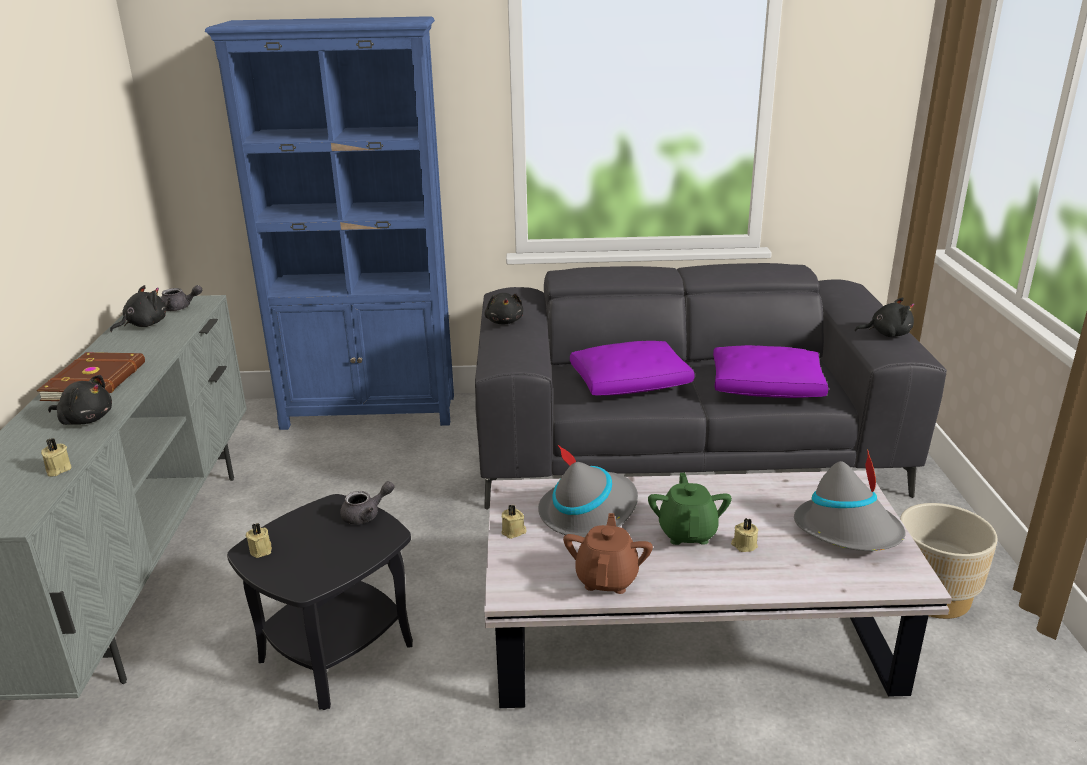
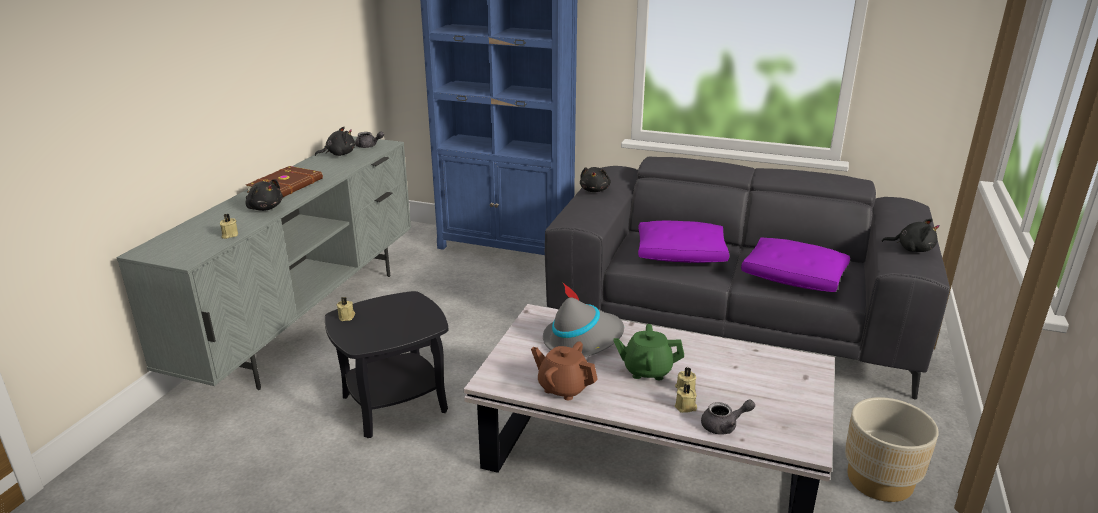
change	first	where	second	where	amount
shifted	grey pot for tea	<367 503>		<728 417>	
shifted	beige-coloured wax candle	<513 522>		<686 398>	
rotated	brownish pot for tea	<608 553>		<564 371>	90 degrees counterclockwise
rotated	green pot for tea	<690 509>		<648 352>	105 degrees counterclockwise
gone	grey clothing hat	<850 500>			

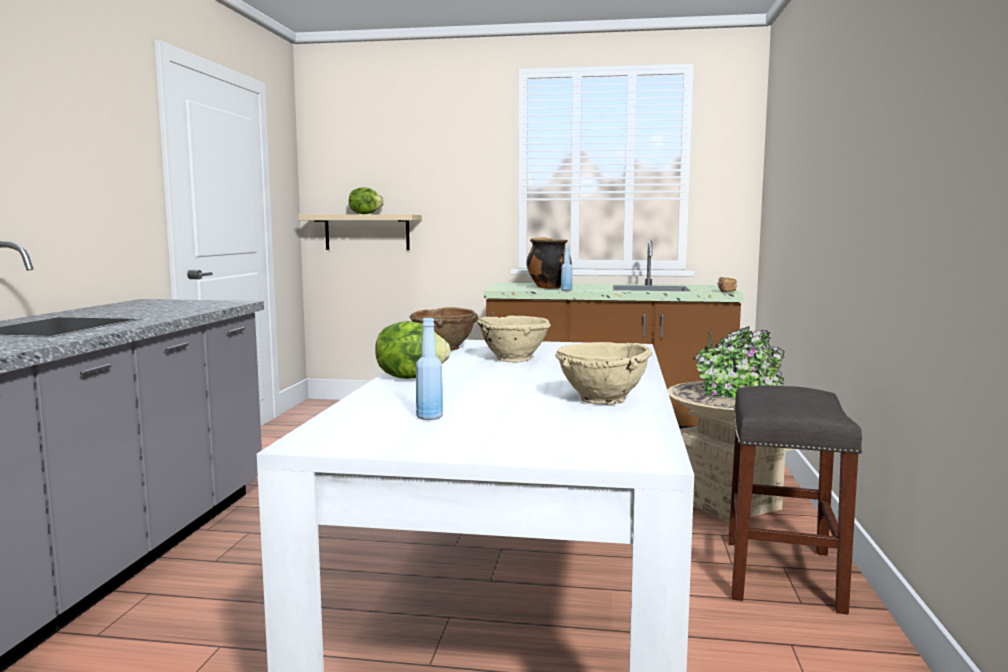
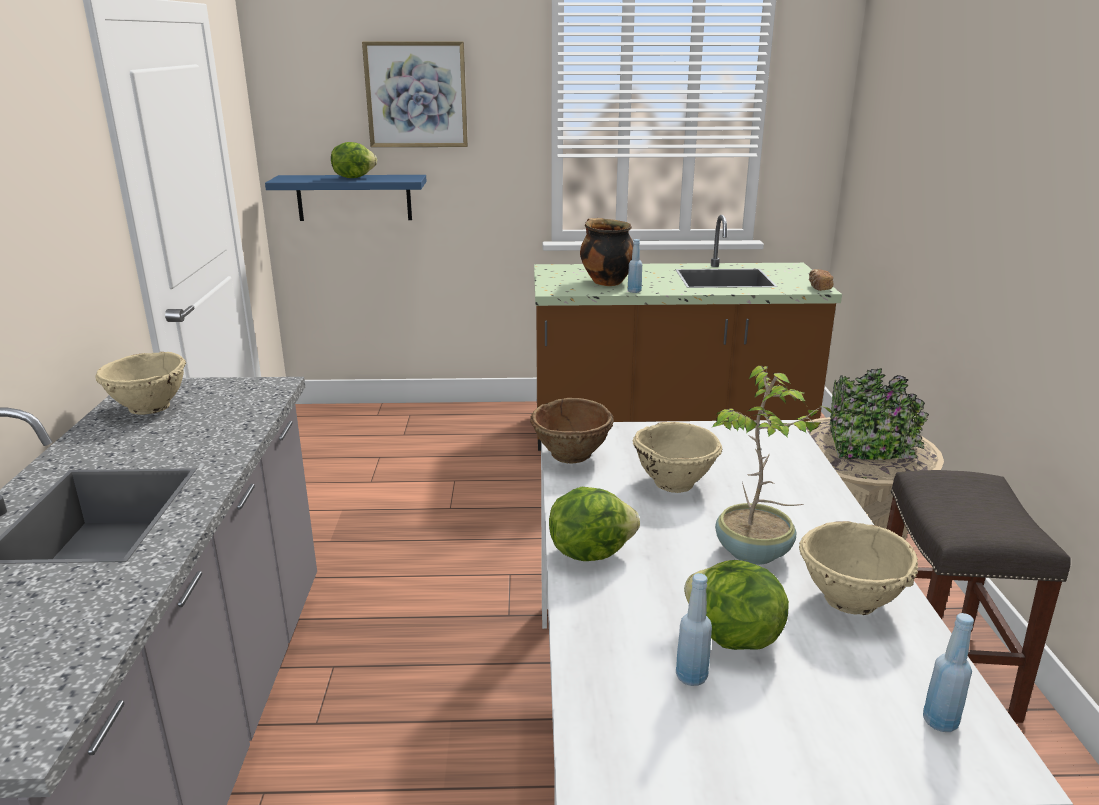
change	first	where	second	where	amount
repainted	beige-coloured wall shelf	<360 232>	blue-coloured wall shelf	<346 198>	
new			beige-coloured bowl	<140 383>	
new			wall art	<415 94>	
new			head of lettuce	<736 605>	
new			houseplant	<772 465>	
new			blue-coloured drink bottle	<948 672>	

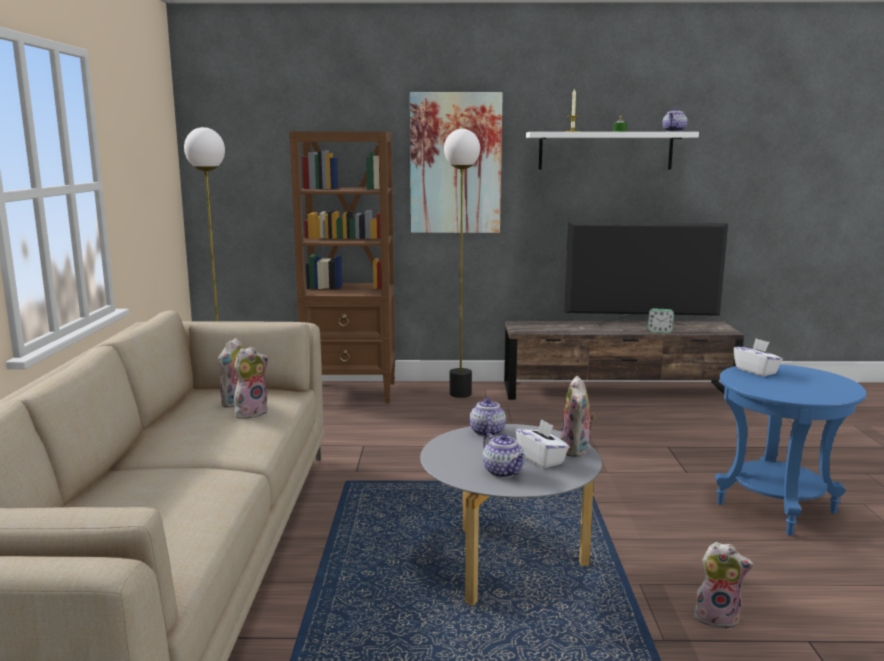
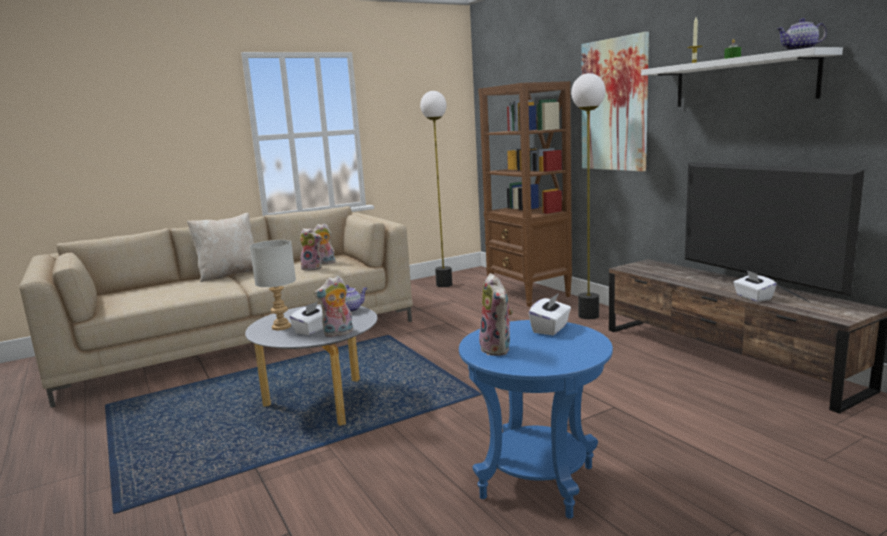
change	first	where	second	where	amount
swapped	pot for tea	<504 455>	grey tabletop lamp	<273 285>	
swapped	table clock	<661 320>	white-coloured tissue box	<755 286>	
shifted	soft toy	<724 585>		<496 314>	
new			beige-coloured throw pillow	<220 247>	

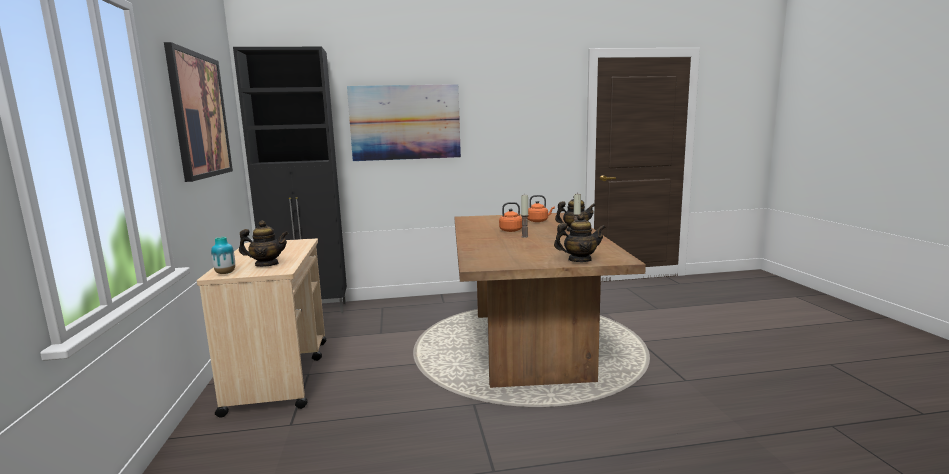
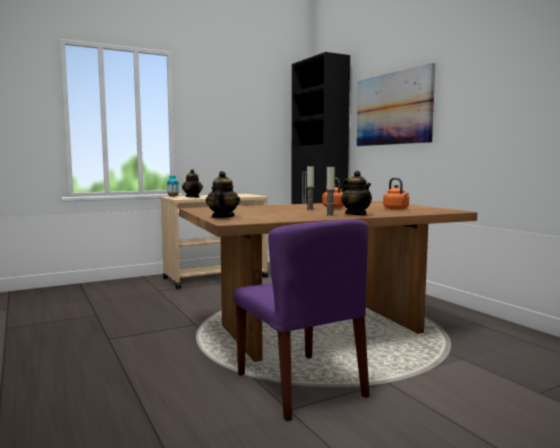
change	first	where	second	where	amount
gone	wall art	<198 112>			
rotated	pot for tea	<580 238>		<223 194>	150 degrees counterclockwise
new			purplish chair	<301 320>	

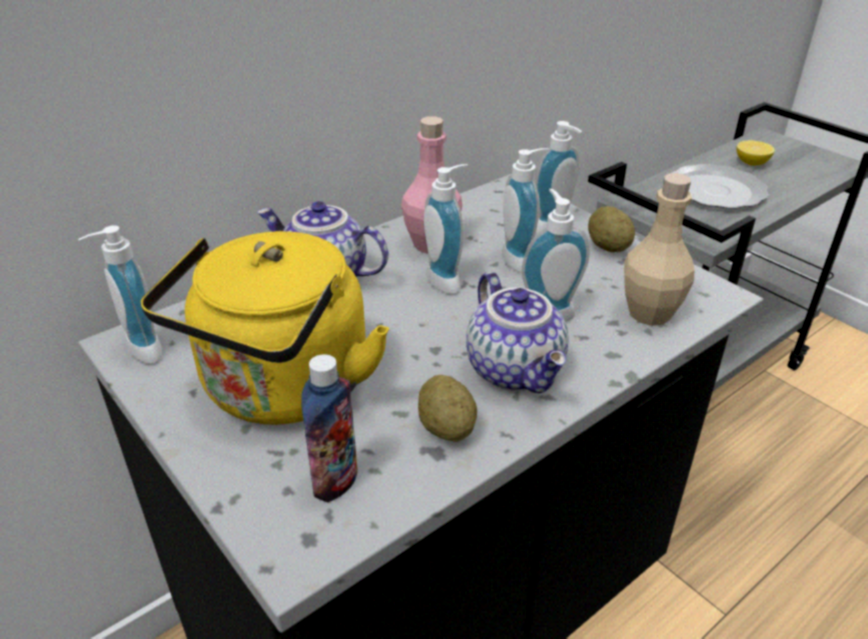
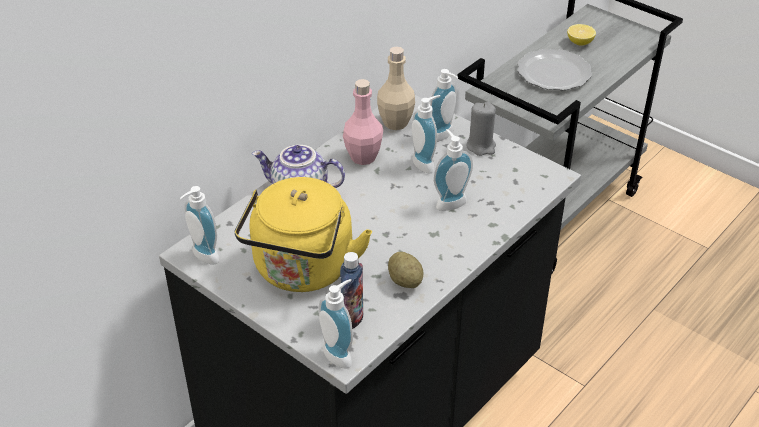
change	first	where	second	where	amount
shifted	liquid soap bottle	<446 229>		<336 323>	
gone	pot for tea	<517 332>			
swapped	potato	<611 229>	grey wax candle	<481 129>	
shifted	beige-coloured drink bottle	<659 249>		<396 88>	

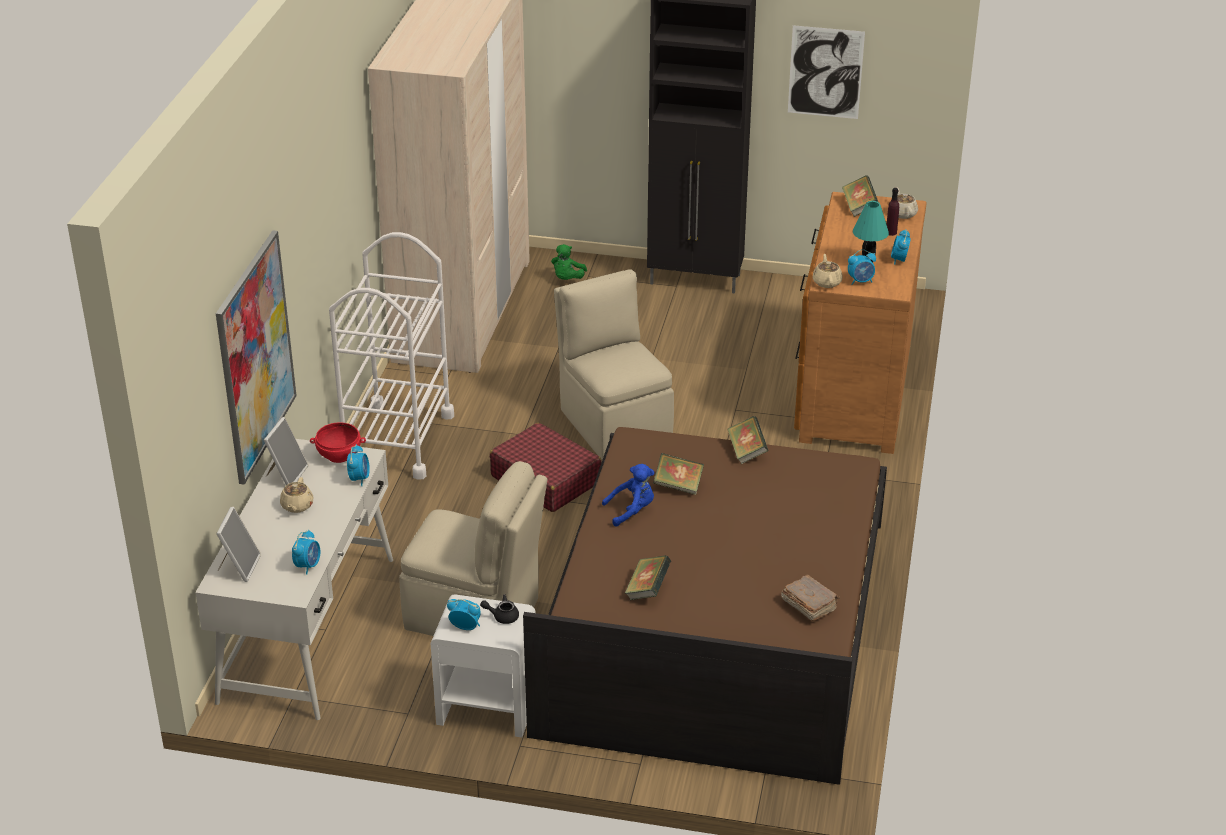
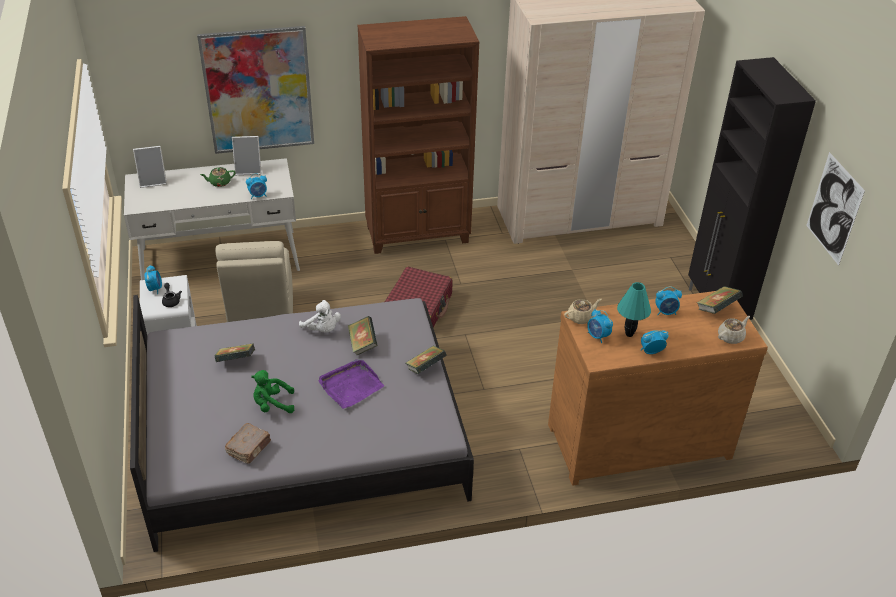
change	first	where	second	where	amount
repainted	beige-coloured pot for tea	<296 495>	green pot for tea	<218 177>	
shifted	table clock	<306 552>		<668 301>	
gone	reddish bowl	<338 442>			
swapped	white-coloured cart	<391 356>	brownish bookshelf	<418 135>	
repainted	brownish sleeping bed	<705 606>	grey sleeping bed	<302 423>	
shifted	green soft toy	<569 262>		<272 391>	
gone	beige-coloured chair	<614 364>			
repainted	blue-coloured soft toy	<628 495>	white-coloured soft toy	<320 316>	
gone	purplish drink bottle	<893 212>			
new			purplish serving tray	<351 384>	

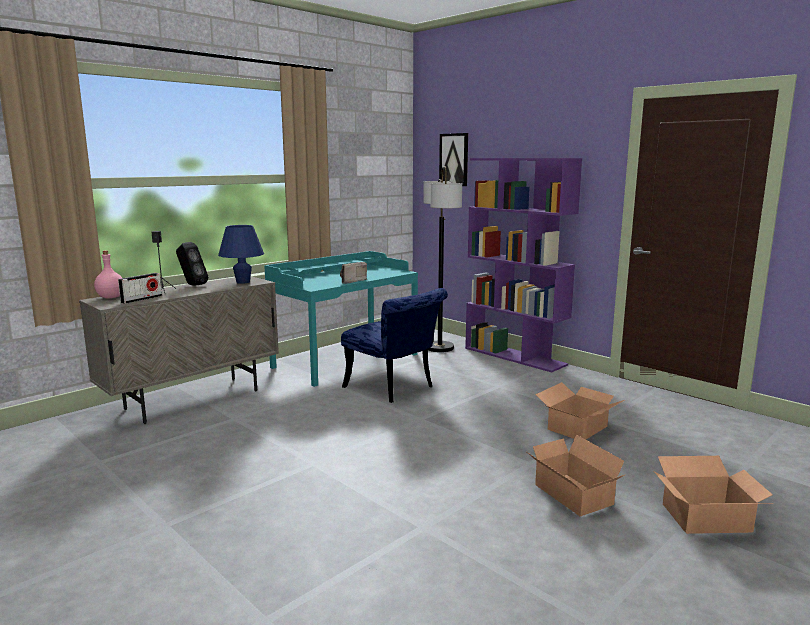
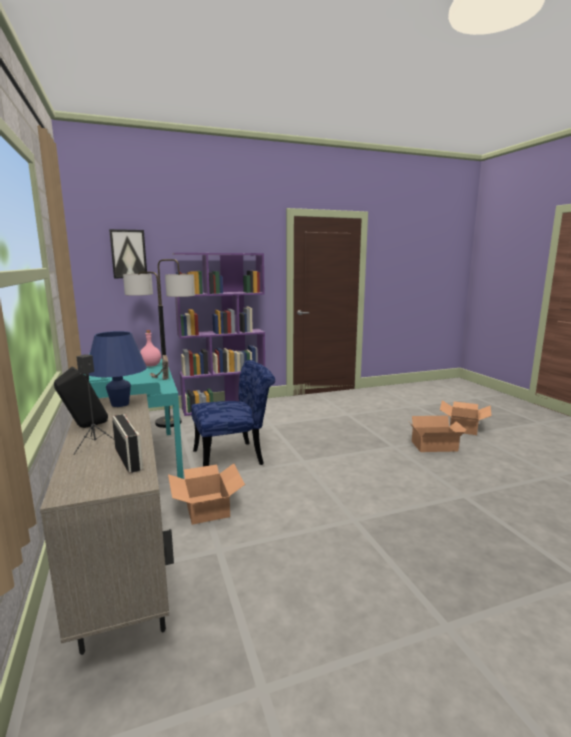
change	first	where	second	where	amount
shifted	pink drink bottle	<108 274>		<150 348>	
shifted	packing box	<579 411>		<206 494>	

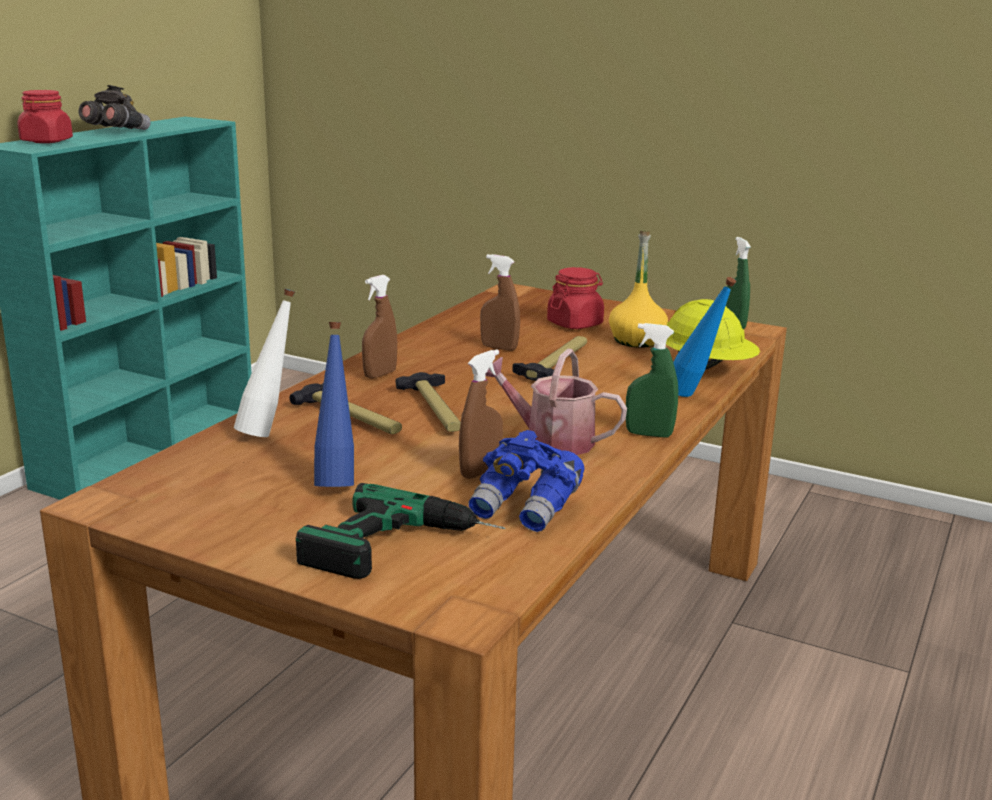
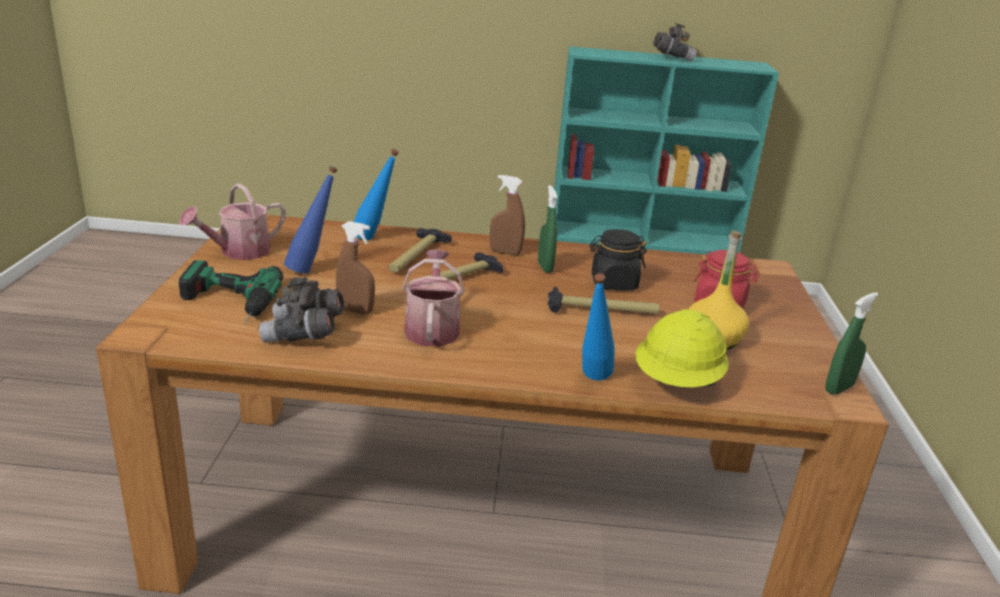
change	first	where	second	where	amount
gone	reddish storage jar	<45 116>			
repainted	white-coloured drink bottle	<264 363>	blue-coloured drink bottle	<376 194>	
repainted	blue-coloured field glasses	<526 481>	grey field glasses	<301 310>	
swapped	brownish hand sprayer	<500 302>	blackish storage jar	<618 260>	
shifted	green hand sprayer	<652 380>		<548 229>	
new			watering can	<232 221>	

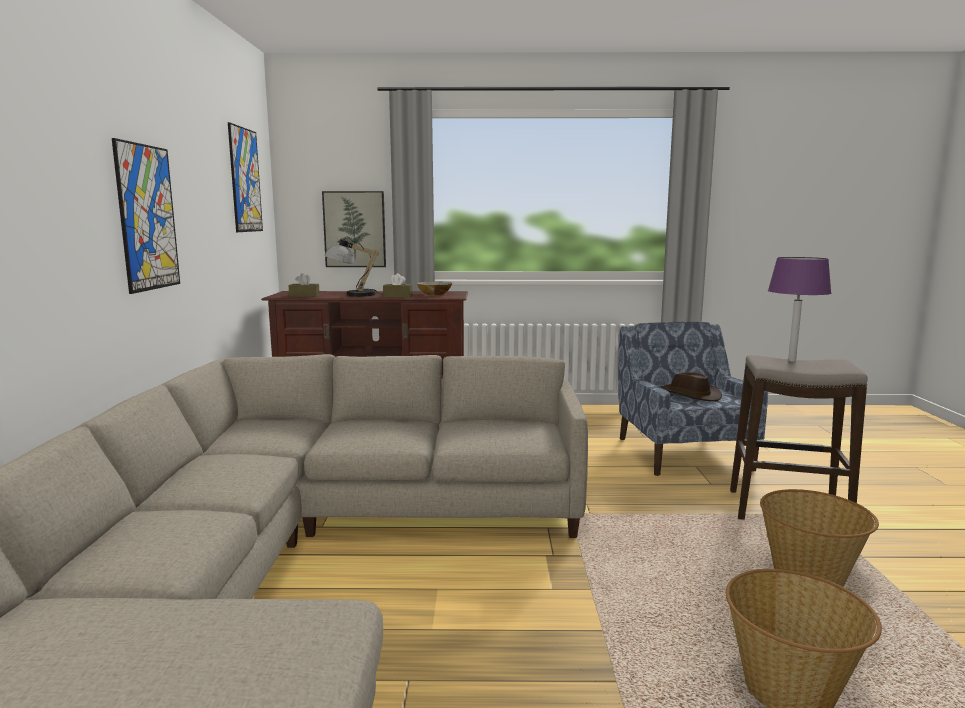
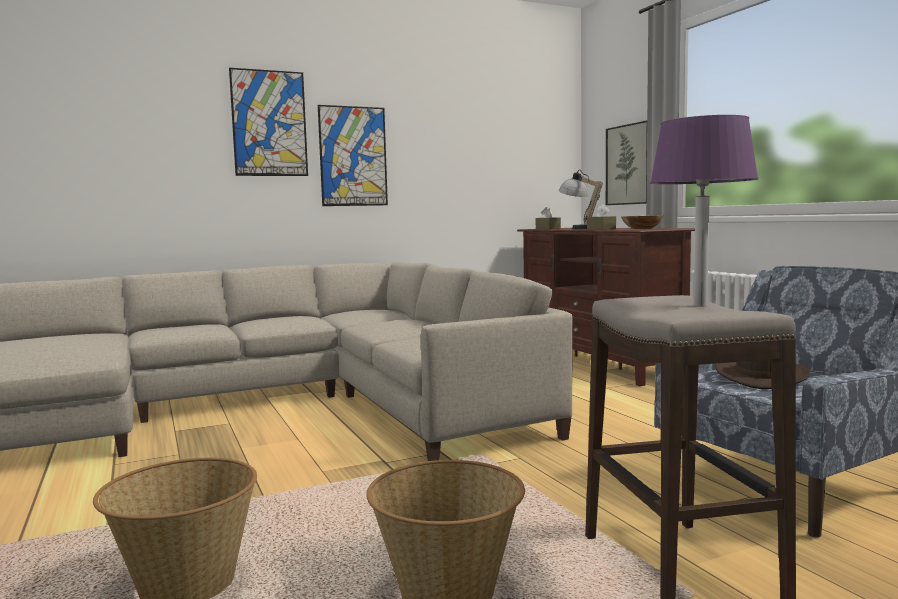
change	first	where	second	where	amount
shifted	wall art	<245 177>		<268 122>	

